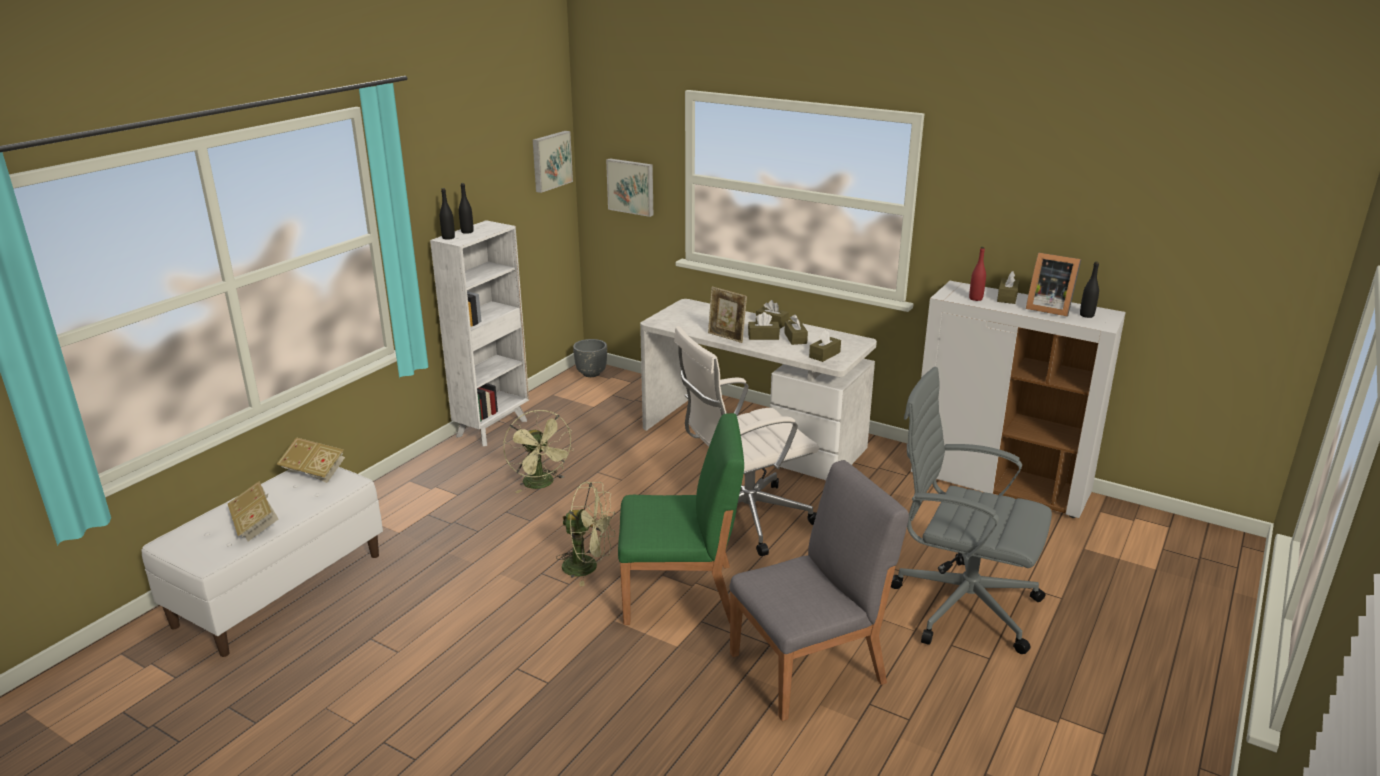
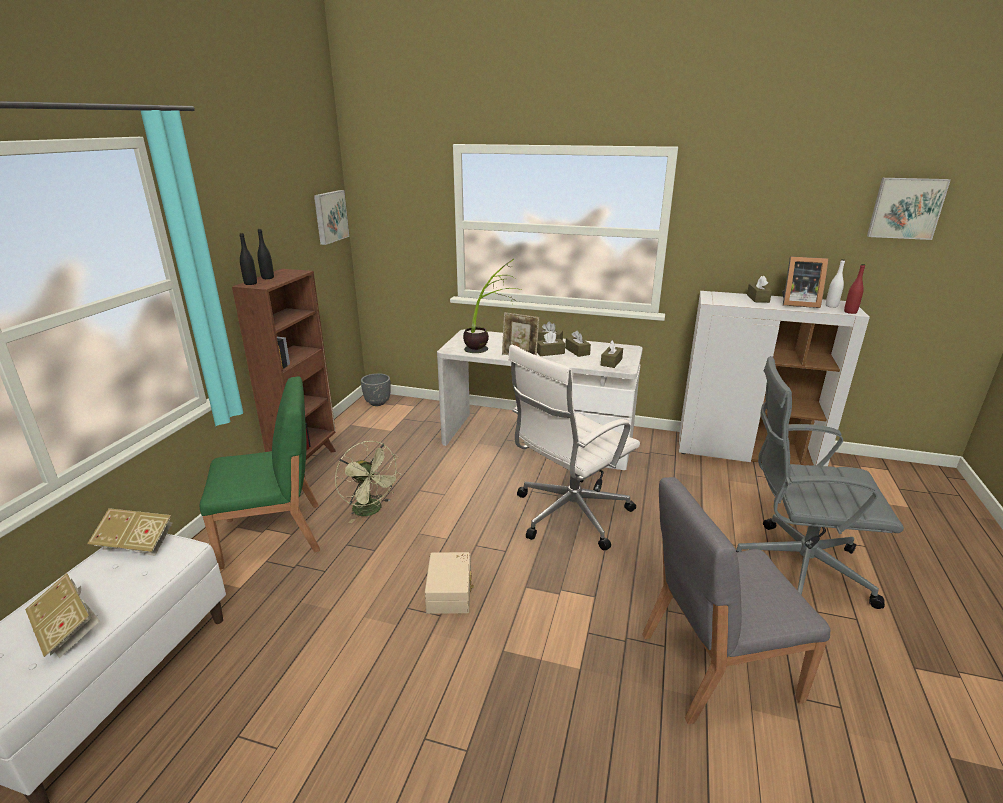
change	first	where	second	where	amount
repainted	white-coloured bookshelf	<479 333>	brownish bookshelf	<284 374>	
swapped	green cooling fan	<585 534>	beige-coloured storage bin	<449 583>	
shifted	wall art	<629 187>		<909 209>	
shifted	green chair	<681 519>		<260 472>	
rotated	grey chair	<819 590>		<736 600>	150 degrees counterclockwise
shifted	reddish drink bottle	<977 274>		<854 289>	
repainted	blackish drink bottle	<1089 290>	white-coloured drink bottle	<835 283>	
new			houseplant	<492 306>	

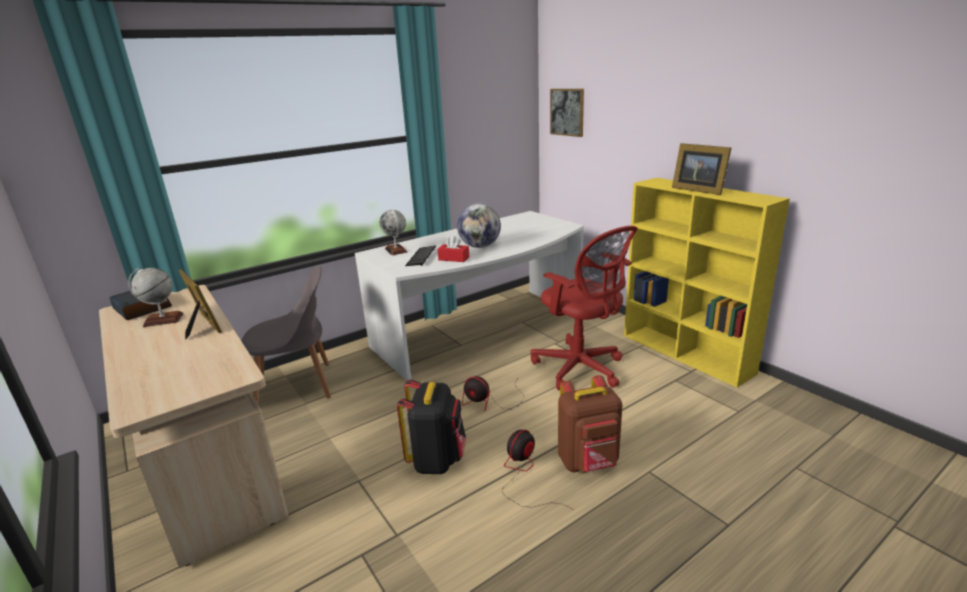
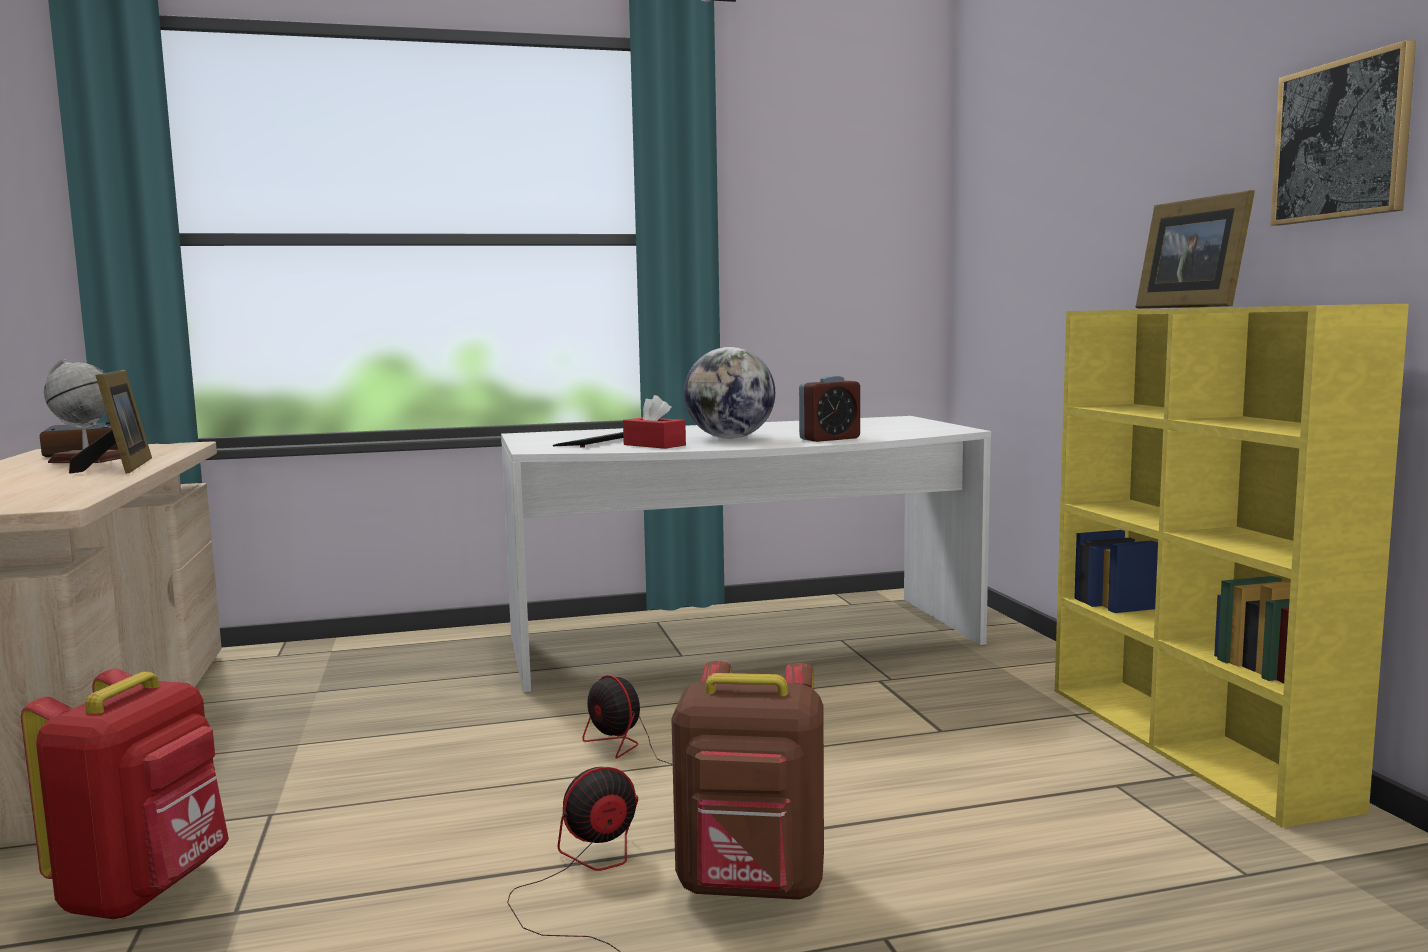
change	first	where	second	where	amount
gone	grey chair	<286 335>			
gone	globe	<393 232>			
gone	blackish rucksack	<431 427>			
gone	reddish office chair	<584 308>			
shifted	wall art	<567 113>		<1343 133>	
new			reddish rucksack	<125 794>	
new			table clock	<829 408>	

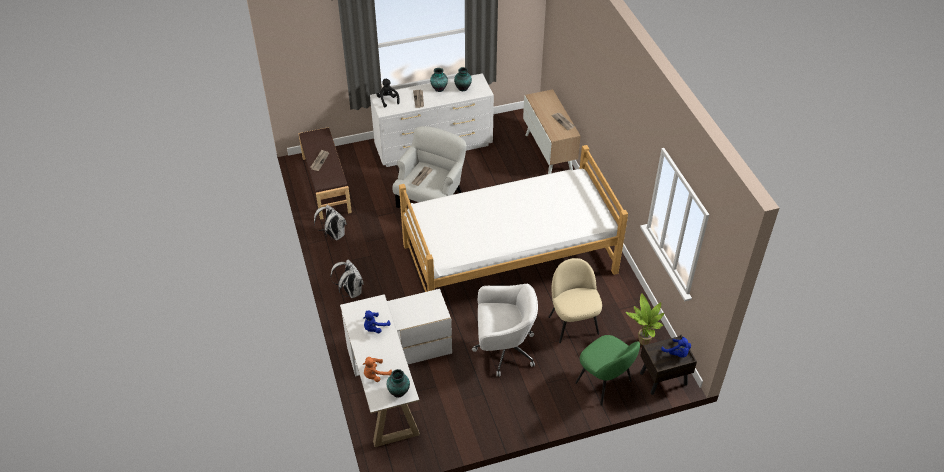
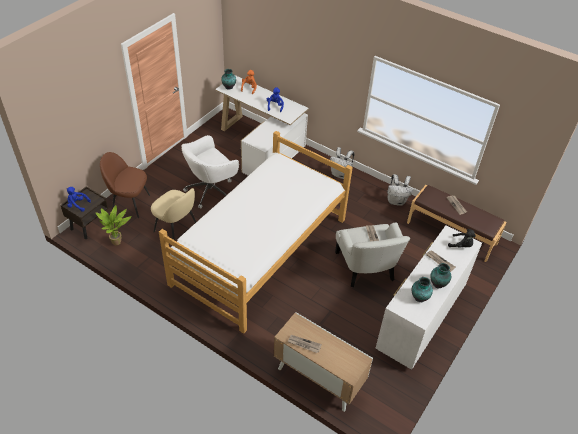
change	first	where	second	where	amount
repainted	green chair	<607 370>	brownish chair	<125 185>	

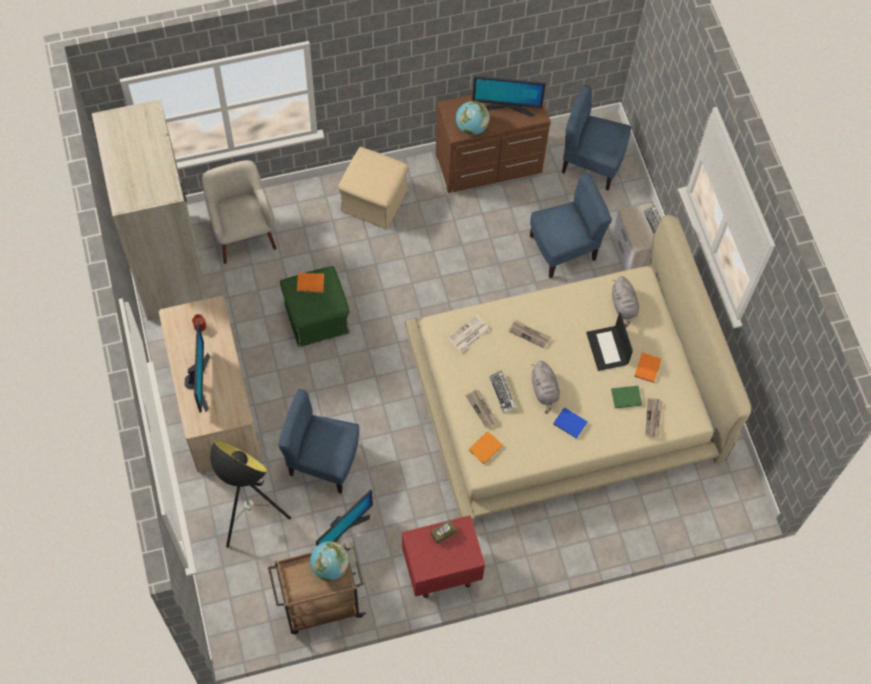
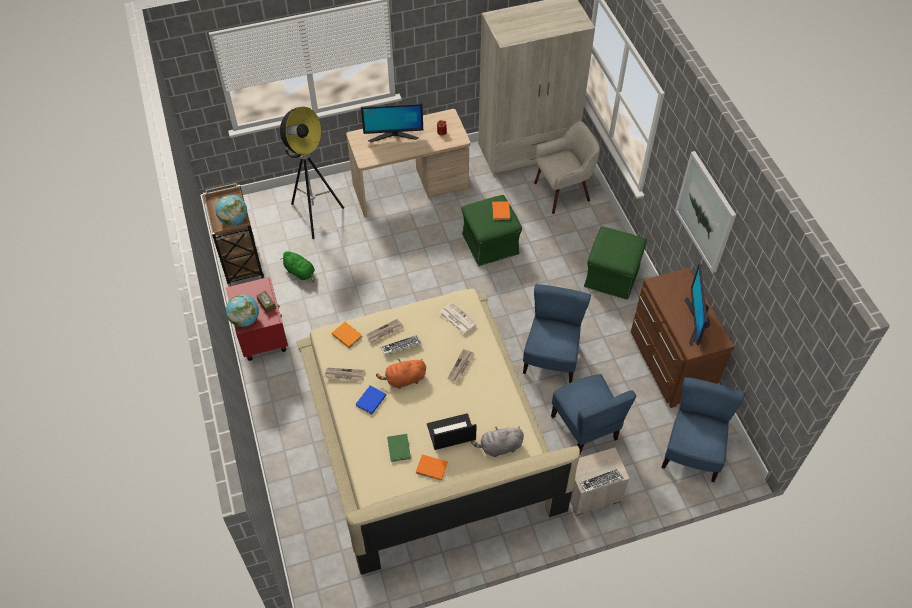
change	first	where	second	where	amount
shifted	blue-coloured chair	<318 441>		<557 333>	
swapped	monitor	<344 517>	green soft toy	<297 266>	
repainted	beige-coloured ottoman	<373 188>	green ottoman	<615 263>	
shifted	globe	<473 118>		<242 311>	
repainted	grey soft toy	<545 387>	orange-coloured soft toy	<401 373>	
shifted	printed paper	<654 418>		<344 374>	
new			wall art	<705 212>	

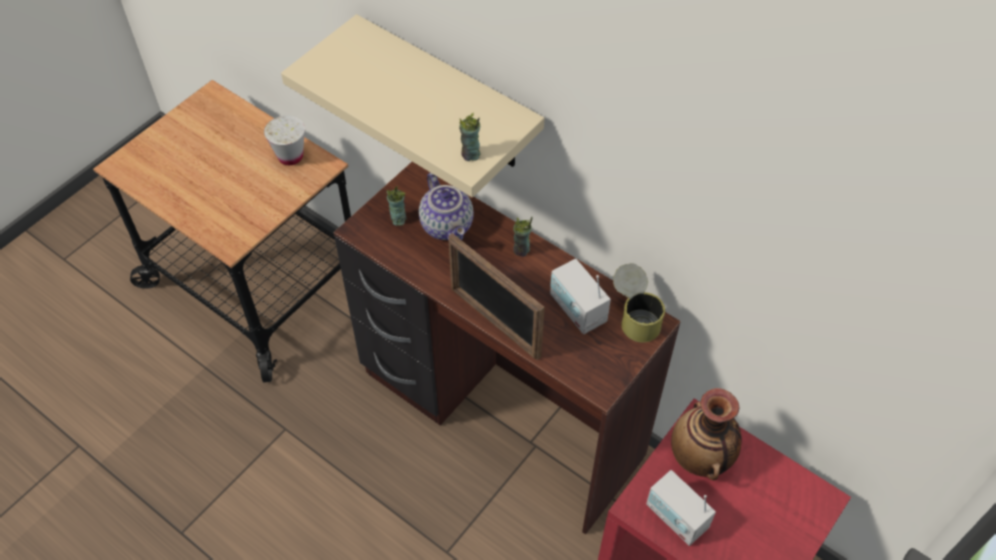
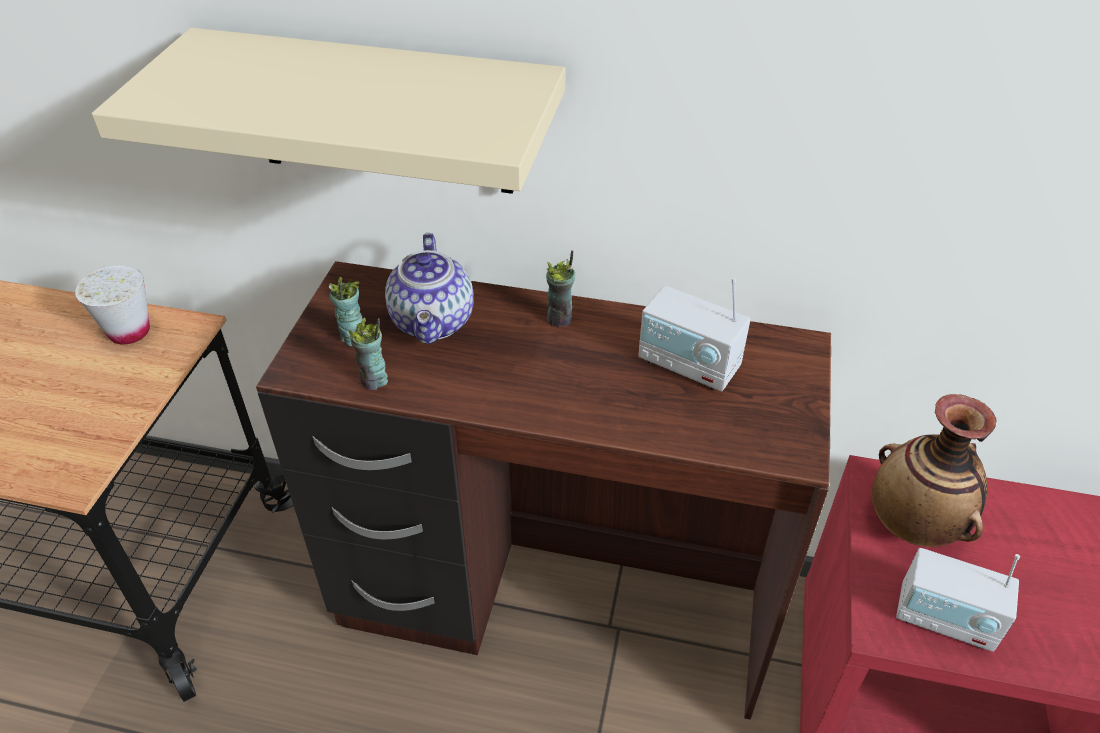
change	first	where	second	where	amount
rotated	pot for tea	<446 206>		<429 288>	45 degrees clockwise
gone	picture frame	<496 296>			
shifted	small cup	<470 137>		<368 354>	
gone	can	<639 303>			

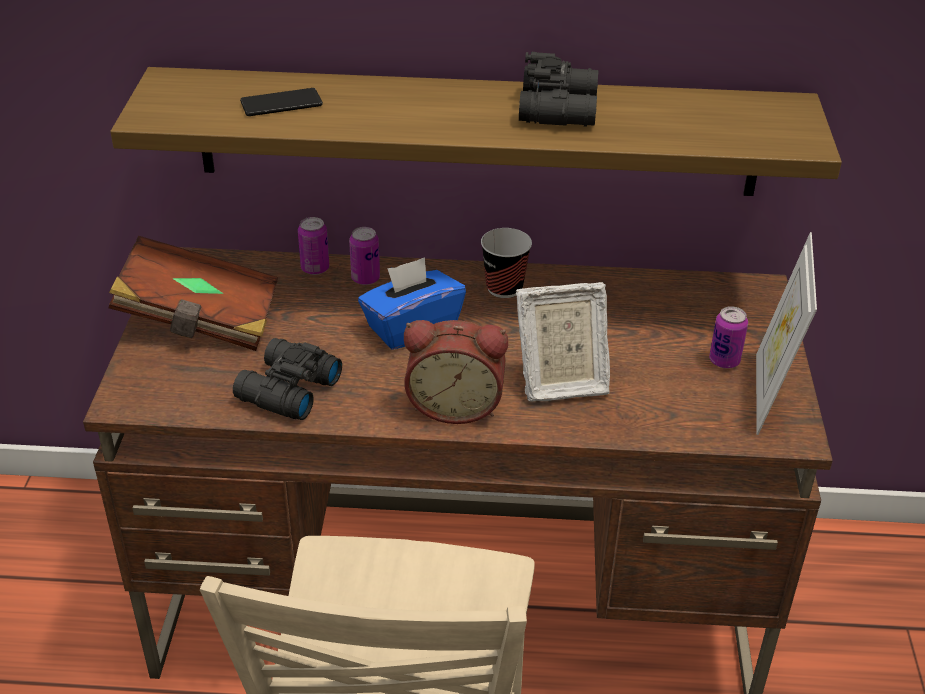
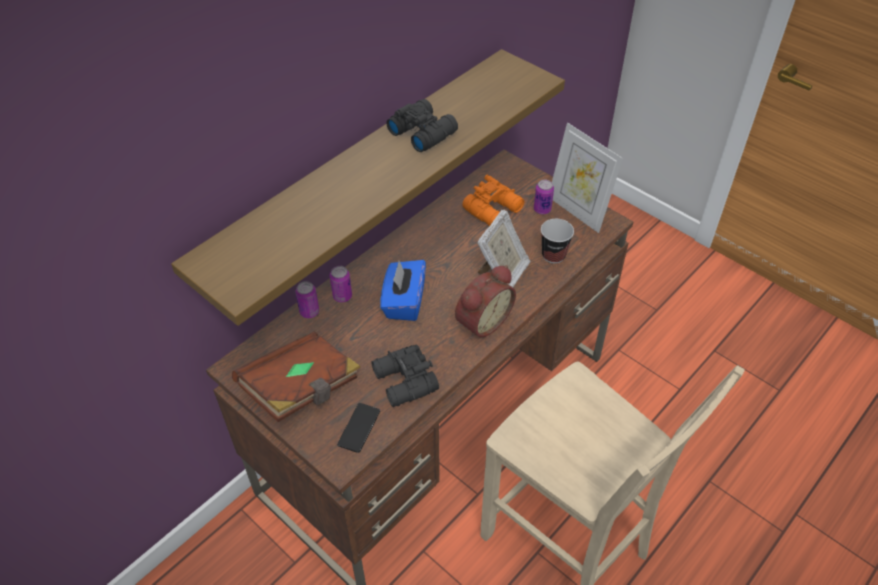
change	first	where	second	where	amount
shifted	phone	<281 102>		<358 428>	
shifted	small cup	<506 263>		<557 241>	
new			orange-coloured field glasses	<493 200>	

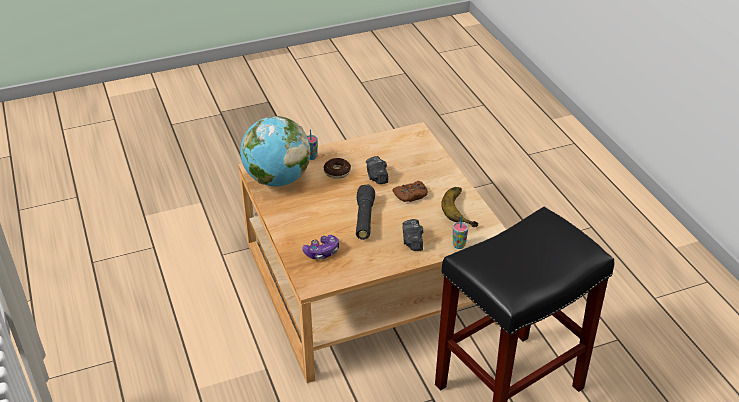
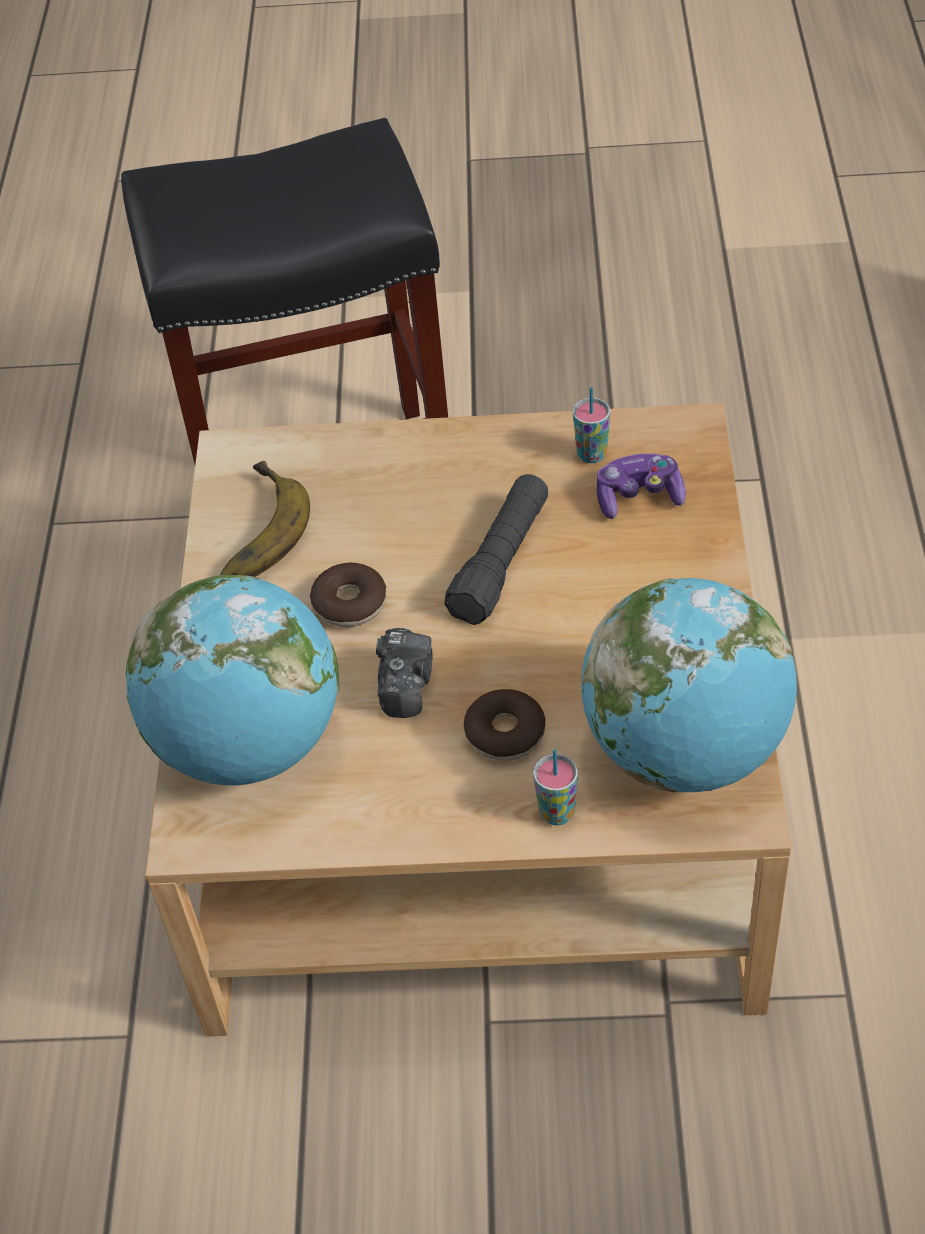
change	first	where	second	where	amount
swapped	brownish game controller	<410 191>	ring doughnut	<348 595>	
gone	still camera	<412 235>			
shifted	small cup	<461 233>		<591 425>	
new			globe	<233 680>	

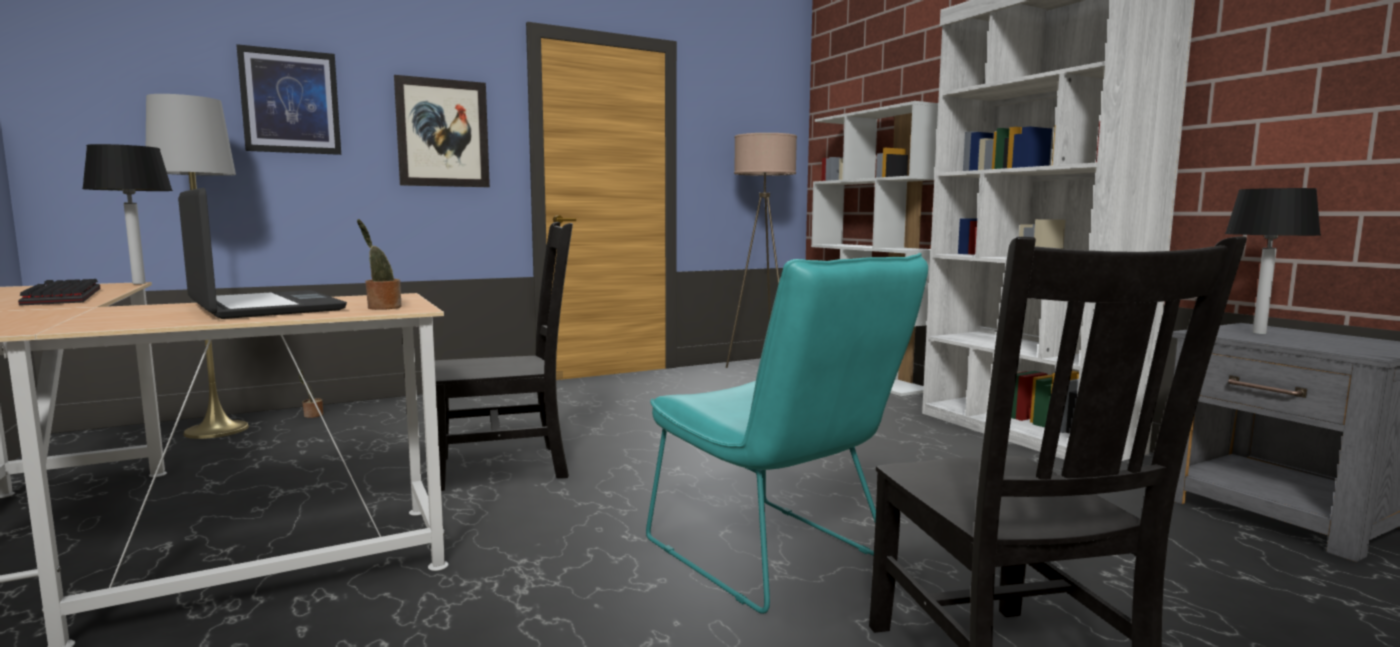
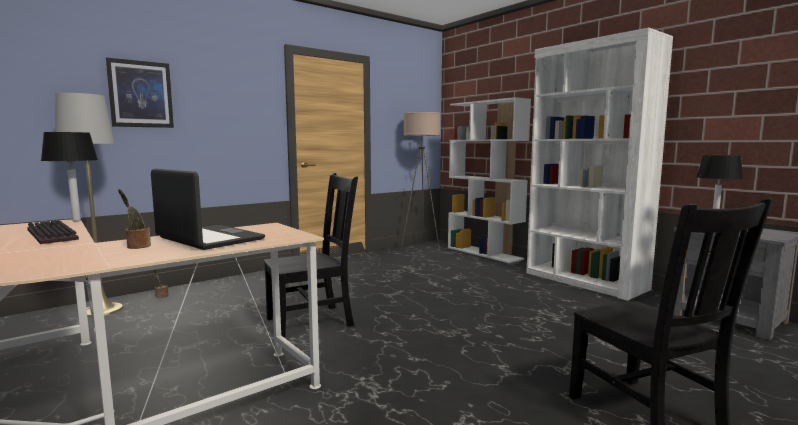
change	first	where	second	where	amount
shifted	houseplant	<379 264>		<134 219>	
gone	wall art	<442 131>			
gone	turquoise-coloured chair	<787 433>			

